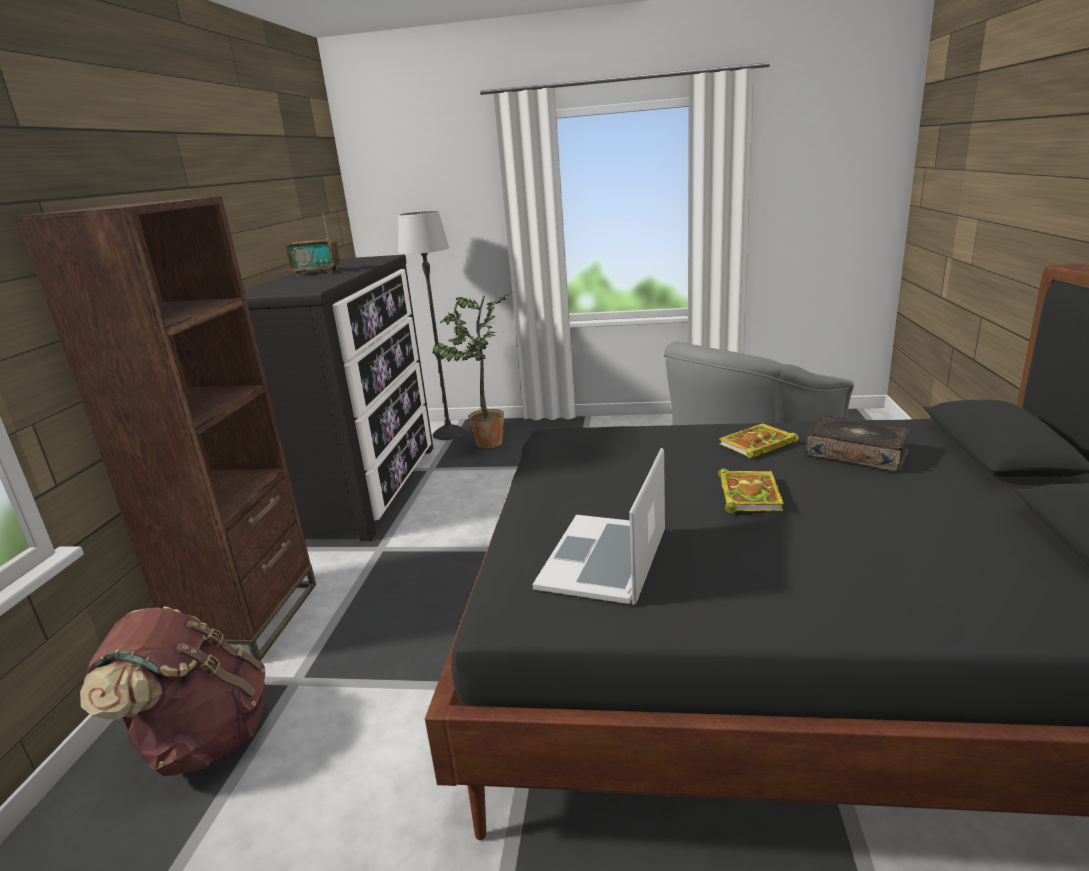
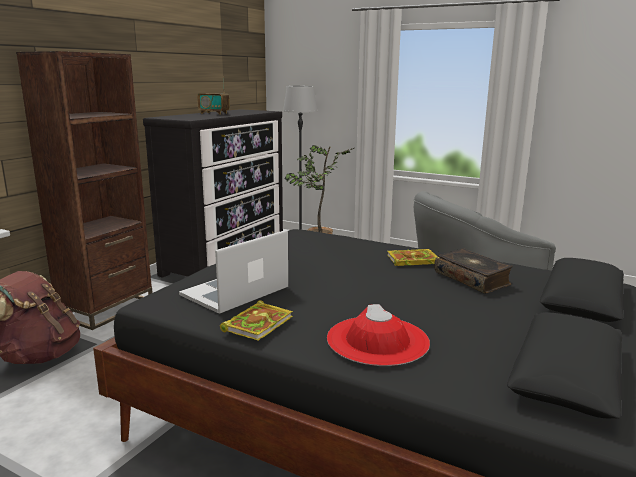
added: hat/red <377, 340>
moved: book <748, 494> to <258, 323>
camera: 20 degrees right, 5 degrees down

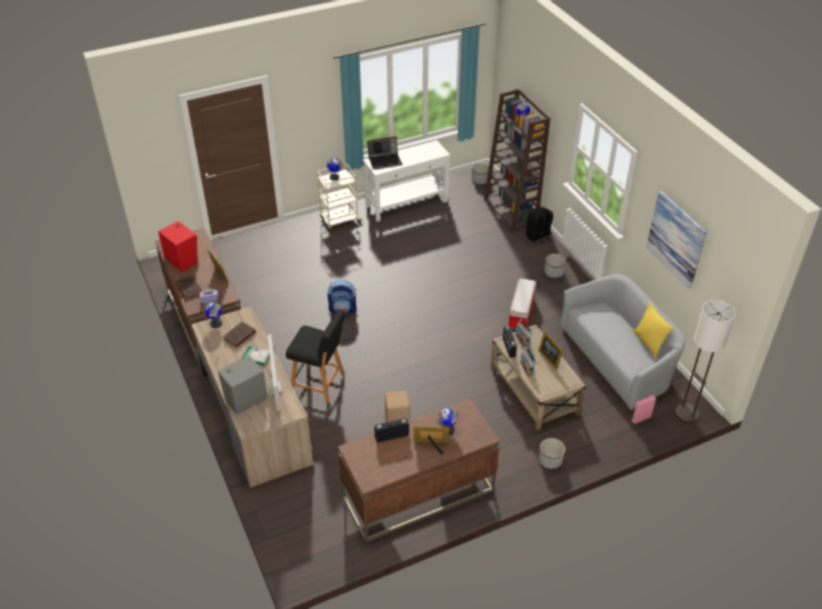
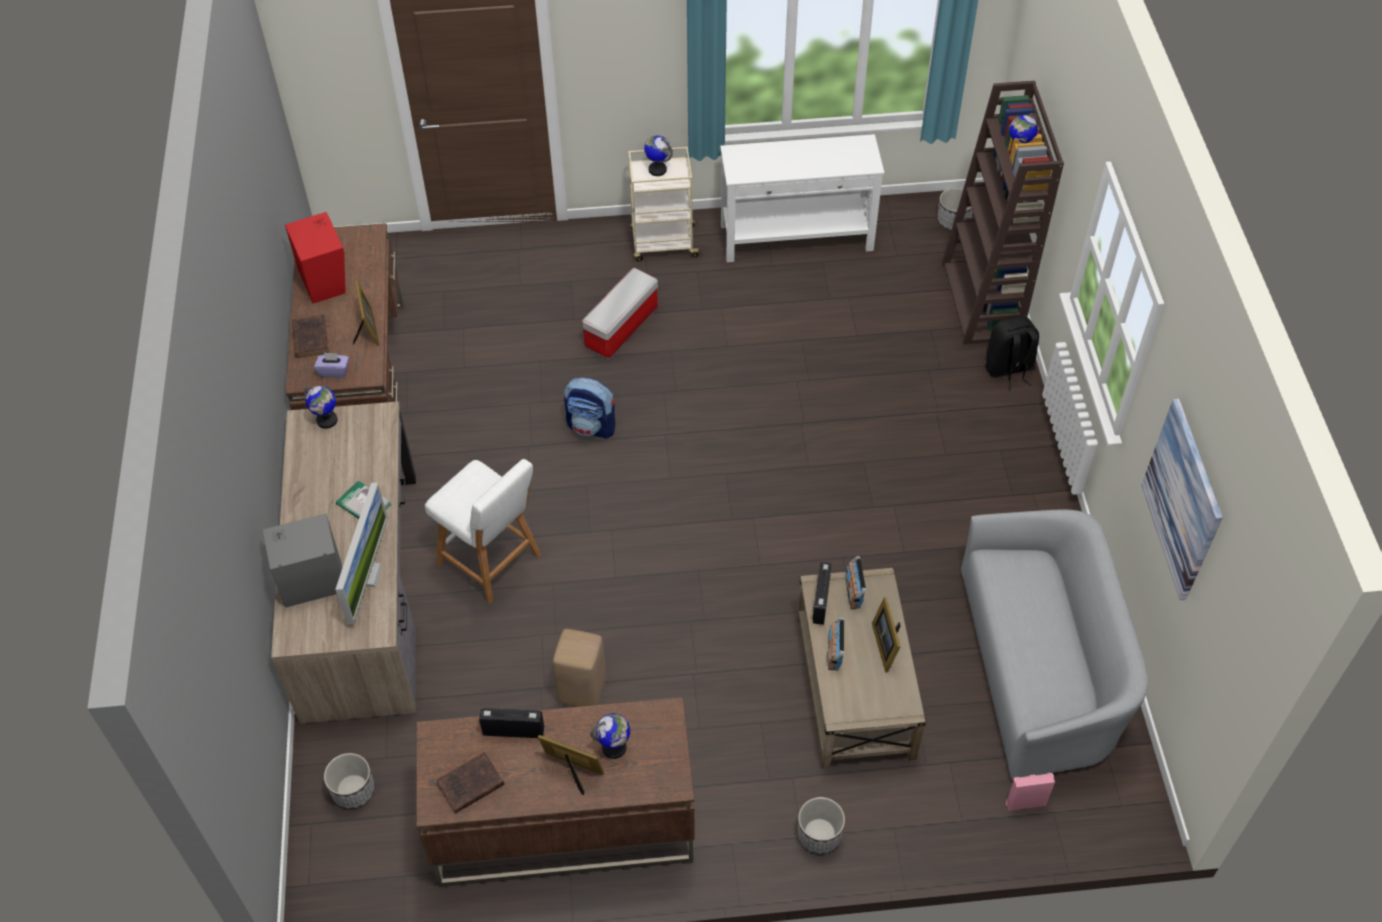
removed: laptop <385, 160>; pillow/yellow <648, 343>; floor lamp <687, 413>
moved: book/brown <239, 336> to <469, 785>; storage box <521, 313> to <621, 328>; planter <553, 273> to <353, 790>
recoloured: stool/black <320, 384> to stool/white <492, 562>
camera: 20 degrees right, 10 degrees up

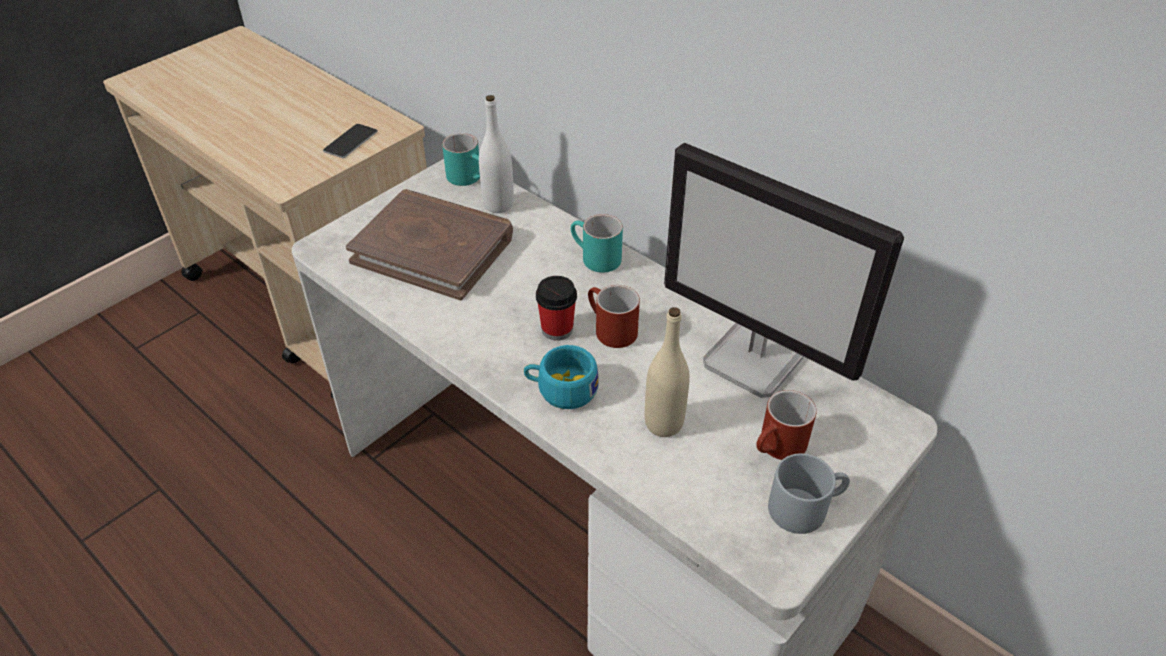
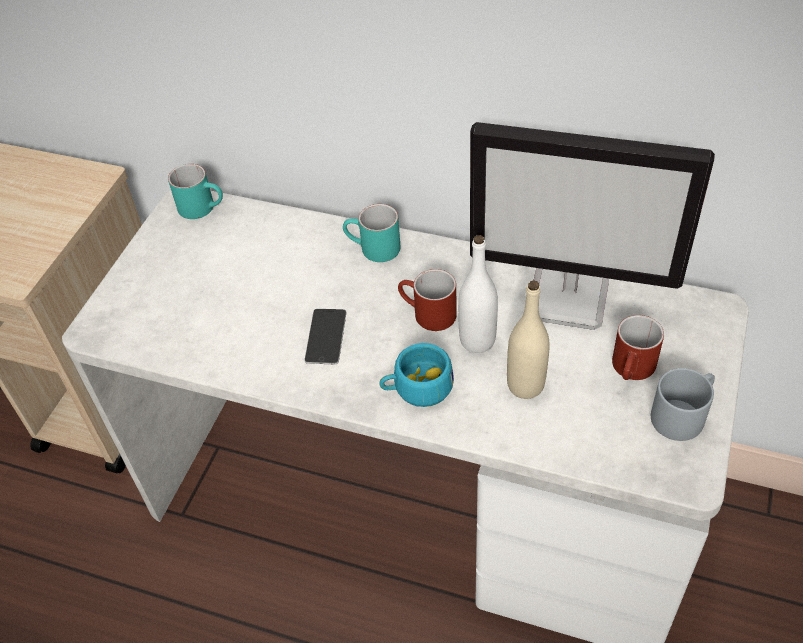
removed: book/brown <433, 248>; cup <557, 329>
moved: phone <350, 141> to <326, 336>; bottle/white <498, 205> to <477, 340>
camera: 20 degrees left, 5 degrees up

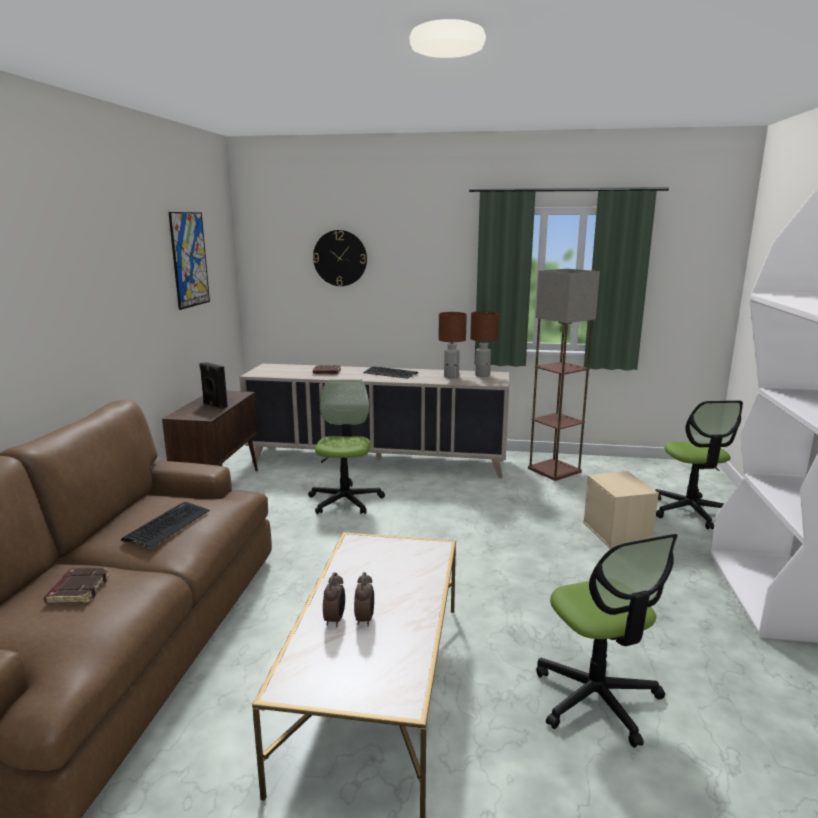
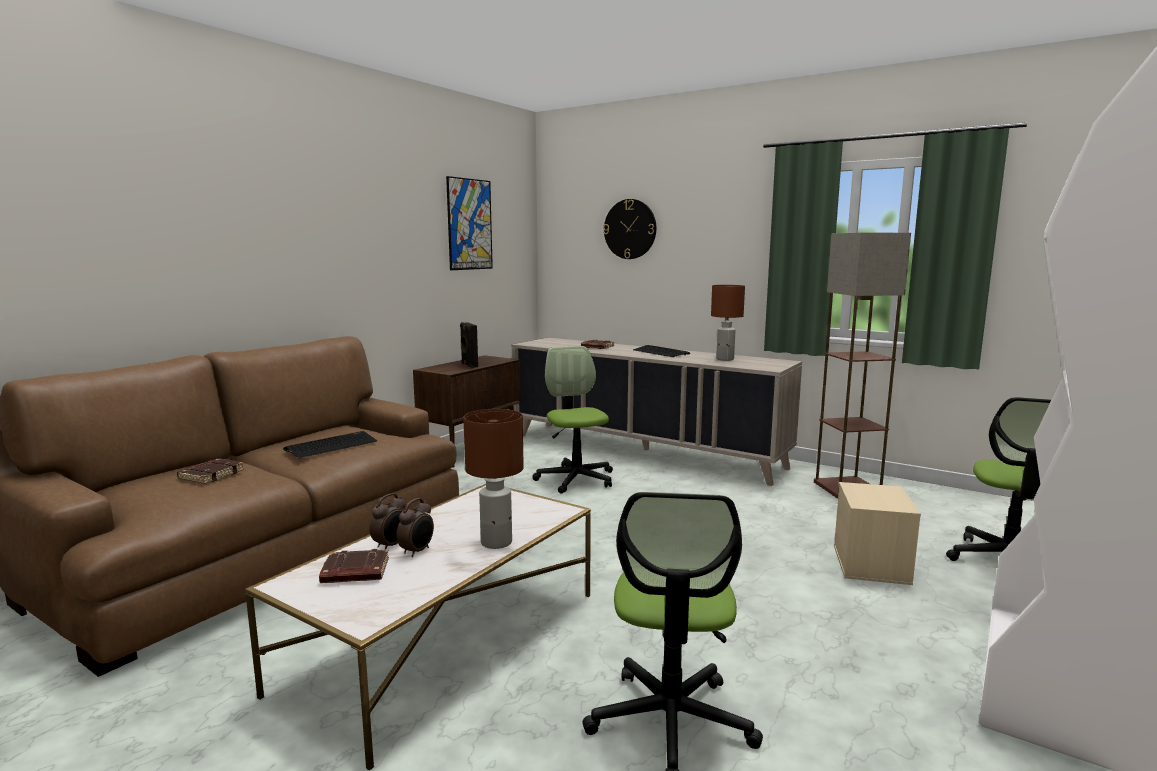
added: book/brown <354, 572>
moved: table lamp/brown <482, 375> to <496, 542>
turned: office chair <345, 500> = <576, 479> 45 degrees counterclockwise
camera: 25 degrees right, 5 degrees down

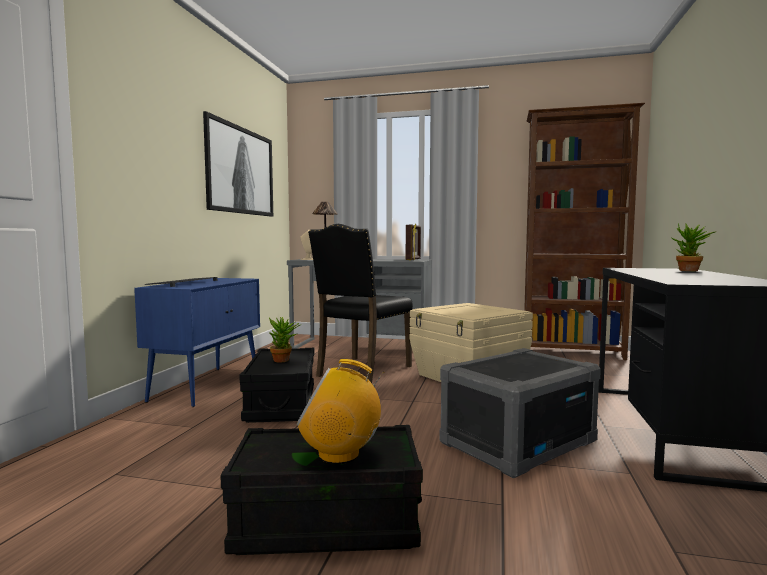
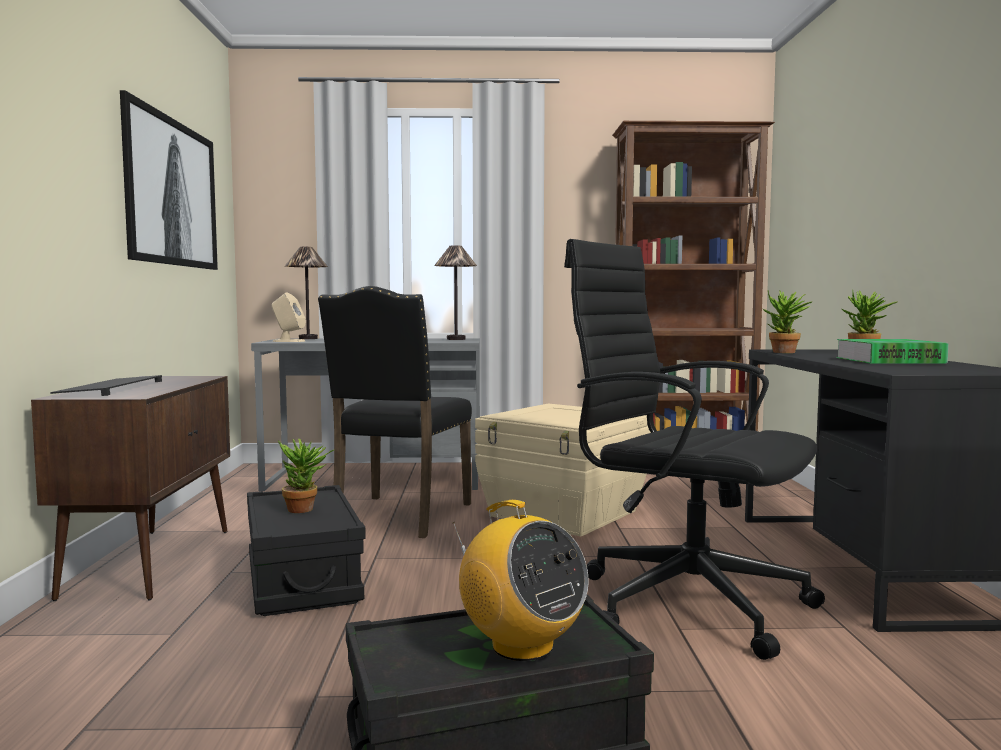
added: potted plant <784, 352>; book <889, 360>
replaced: picture frame <413, 259> to table lamp <455, 339>; storage box/grey <517, 442> to office chair/black <685, 601>
recoloured: cabinet/blue <207, 385> to cabinet/brown <151, 561>
turned: radio <339, 454> = <521, 646> 120 degrees counterclockwise
camera: 15 degrees left, 0 degrees up

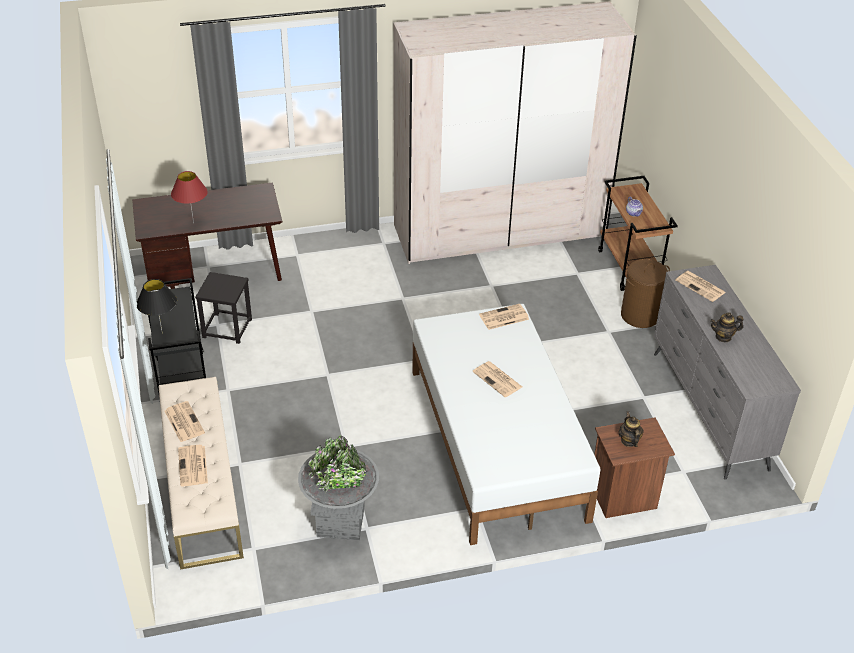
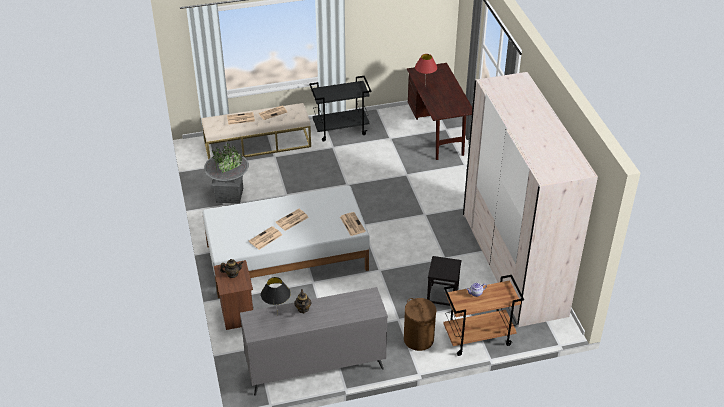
moved: table lamp/black <162, 333> to <277, 315>; stool/black <227, 328> to <442, 295>; newspaper <701, 286> to <265, 238>
camera: 90 degrees right, 0 degrees up

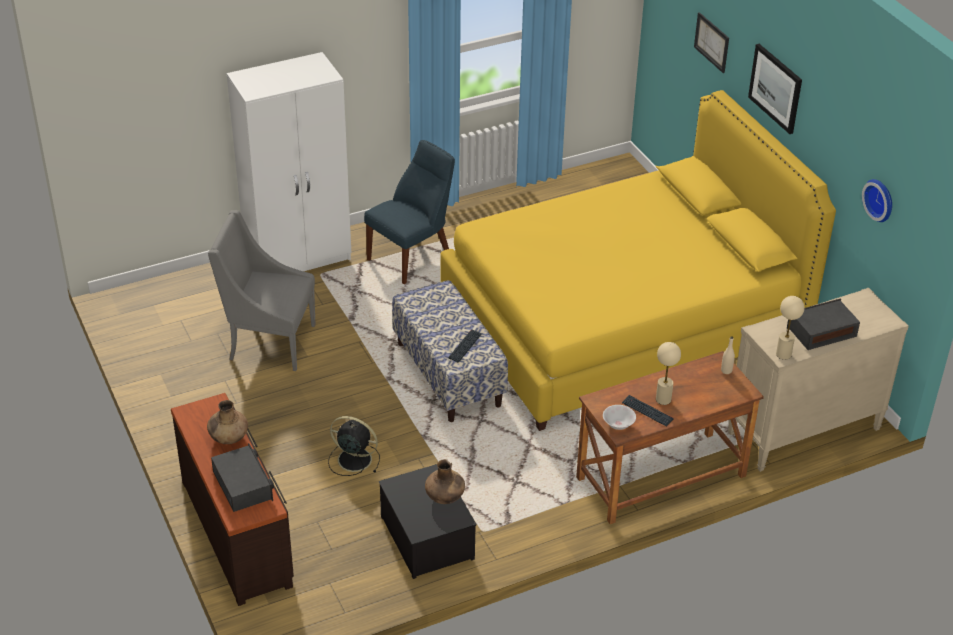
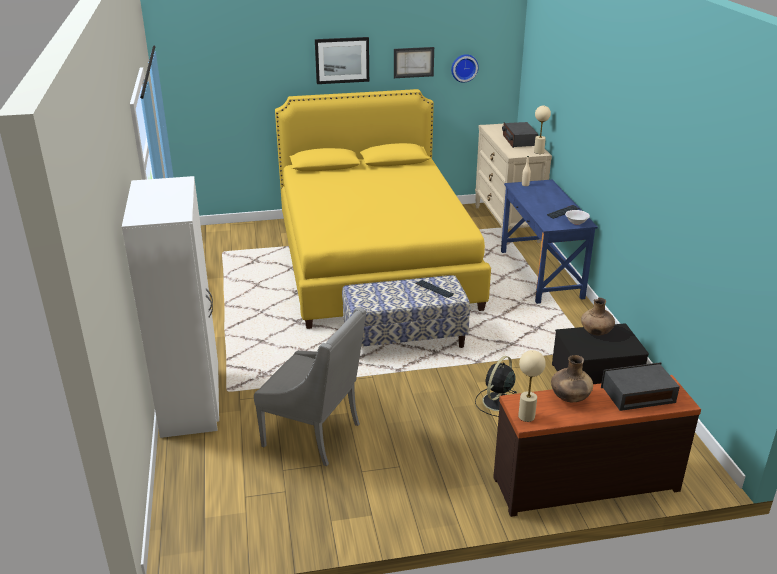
removed: chair/blue <412, 256>
moved: table lamp/beige <663, 399> to <526, 416>; picture <712, 42> to <413, 62>
recoloured: desk/brown <661, 477> to desk/blue <541, 274>
turned: armchair/grey <269, 342> = <315, 435> 90 degrees counterclockwise
camera: 75 degrees left, 10 degrees down

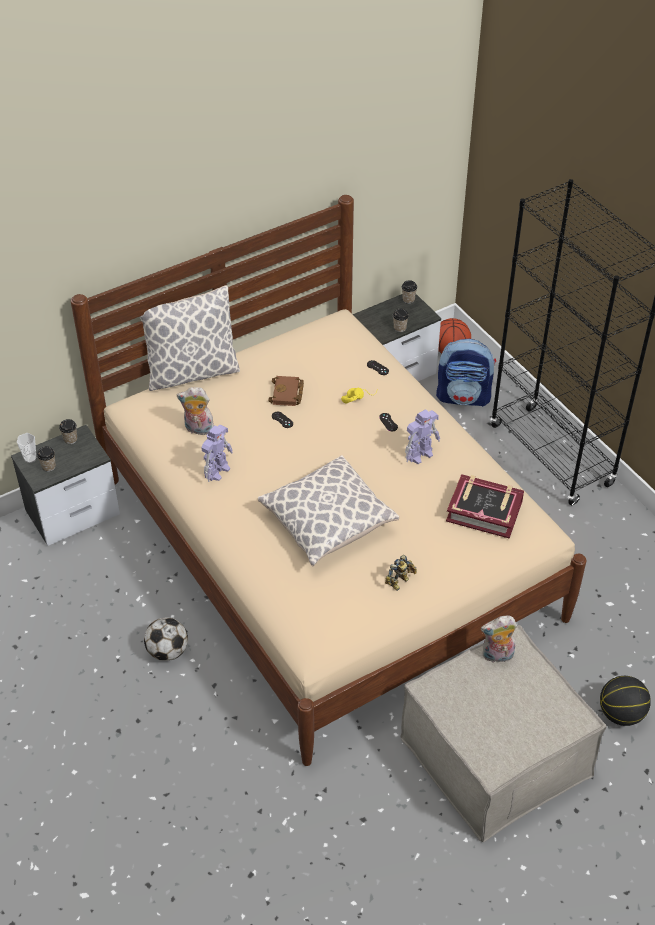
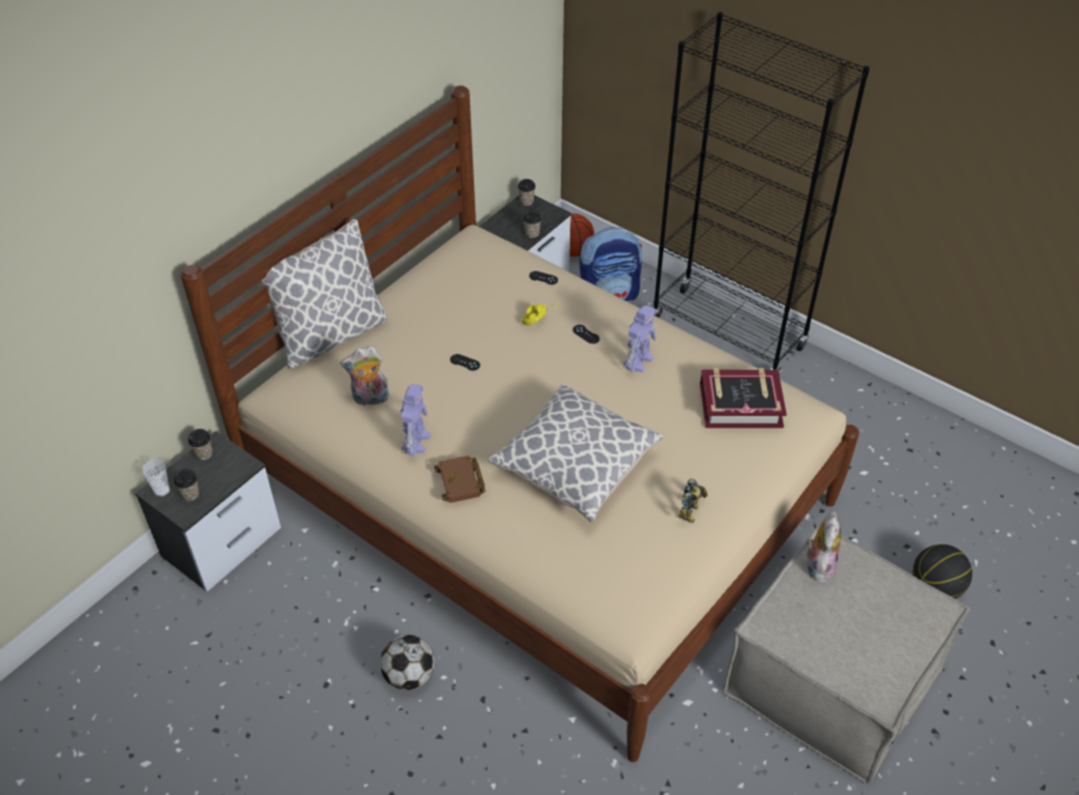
moved: book/brown <287, 394> to <462, 482>
turned: plush toy <497, 656> = <818, 565> 135 degrees clockwise
camera: 20 degrees left, 0 degrees up

